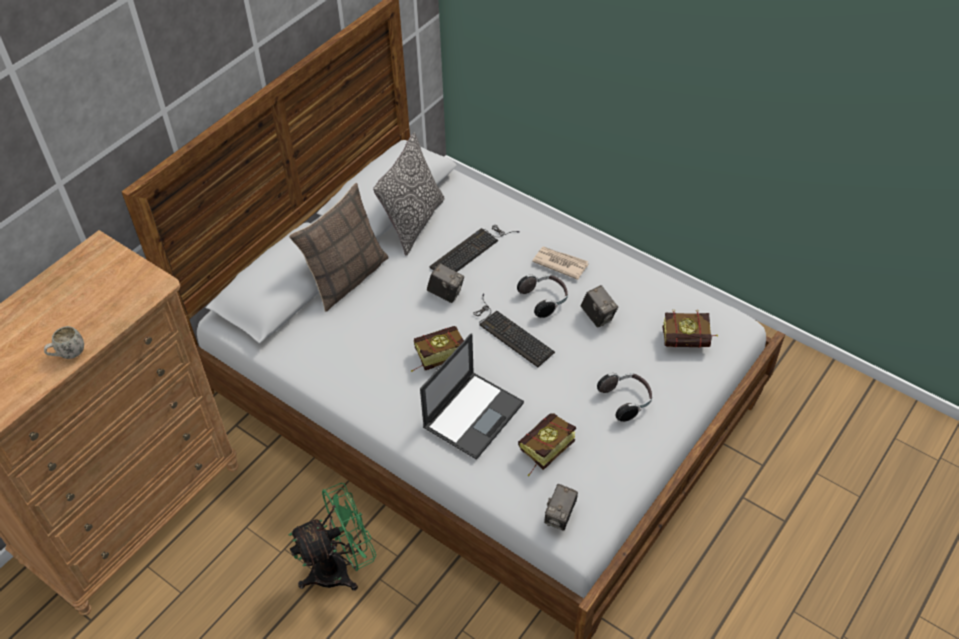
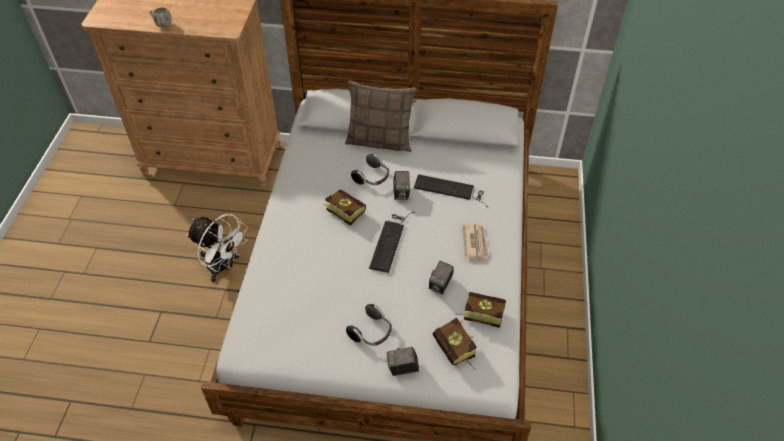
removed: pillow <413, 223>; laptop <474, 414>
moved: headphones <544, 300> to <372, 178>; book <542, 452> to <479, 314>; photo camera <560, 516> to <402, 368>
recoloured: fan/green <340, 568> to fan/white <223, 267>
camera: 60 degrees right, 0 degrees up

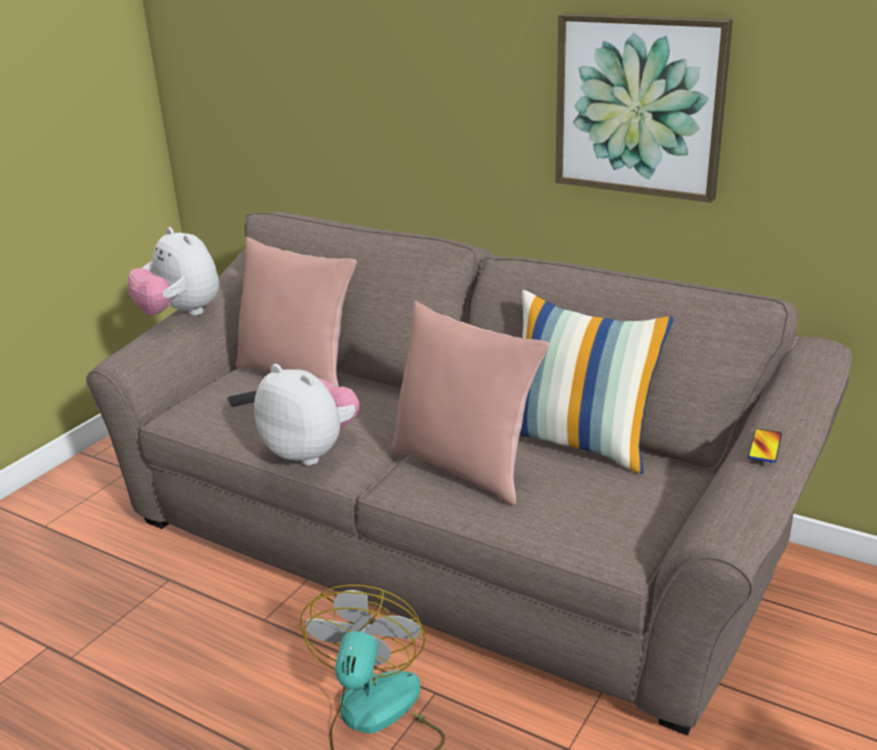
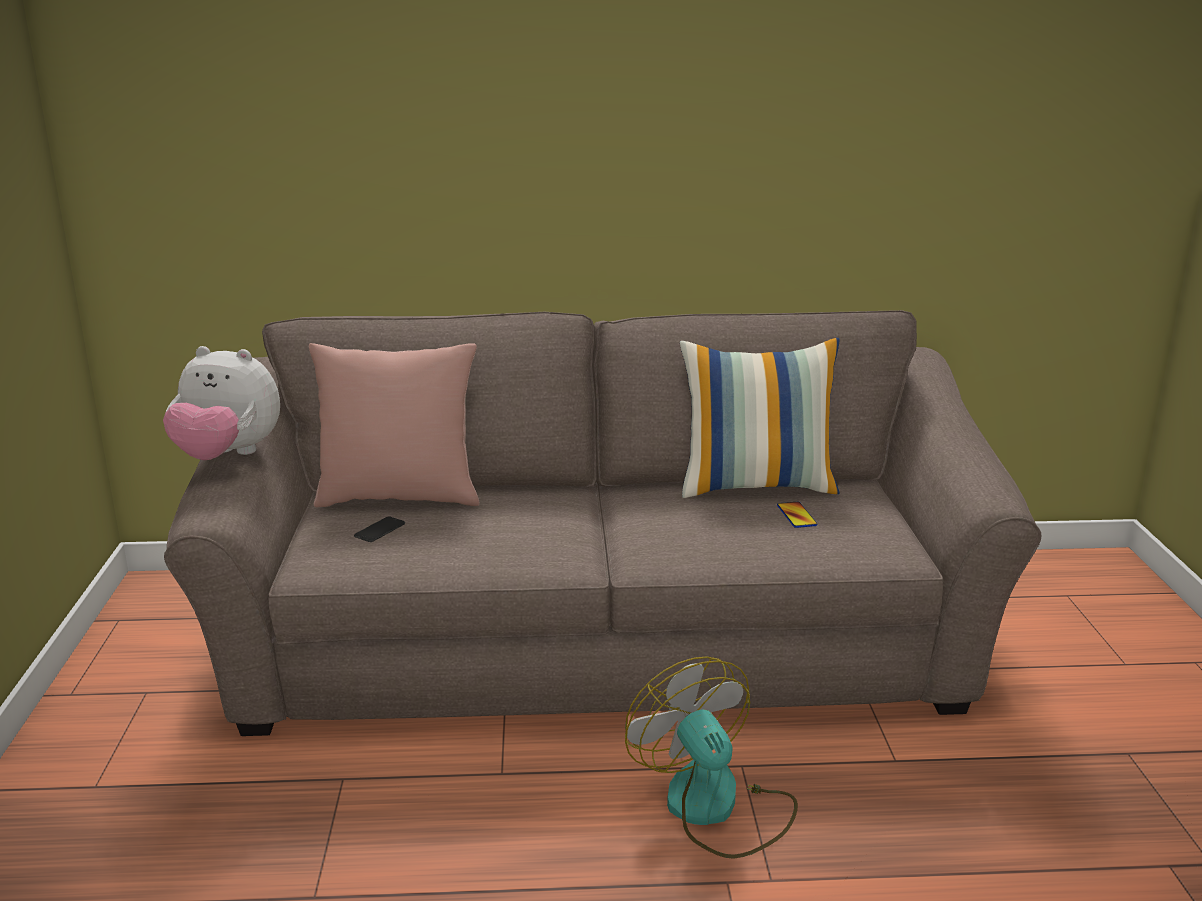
removed: plush toy <311, 451>; pillow/pink <464, 466>; picture <639, 105>
moved: phone <765, 446> to <796, 516>
camera: 35 degrees left, 5 degrees down

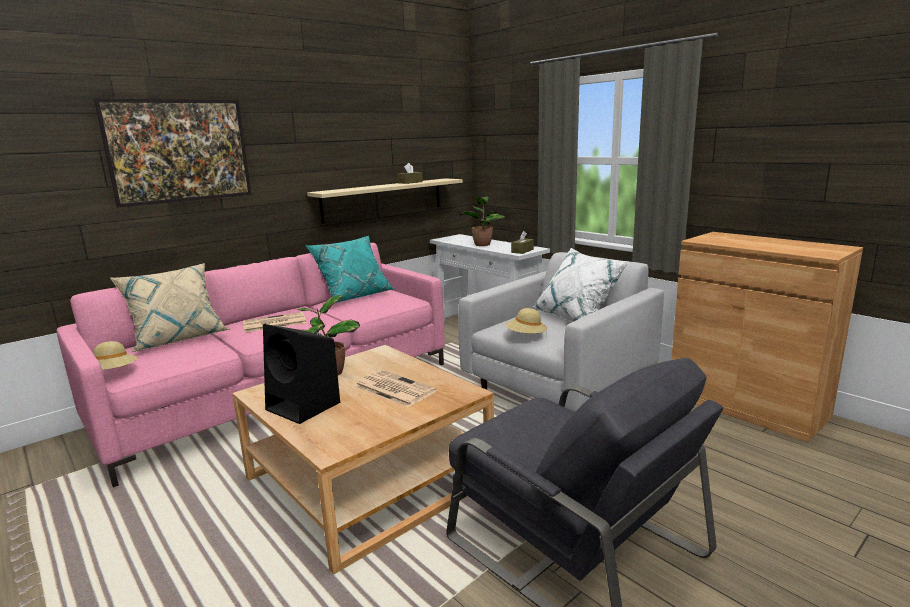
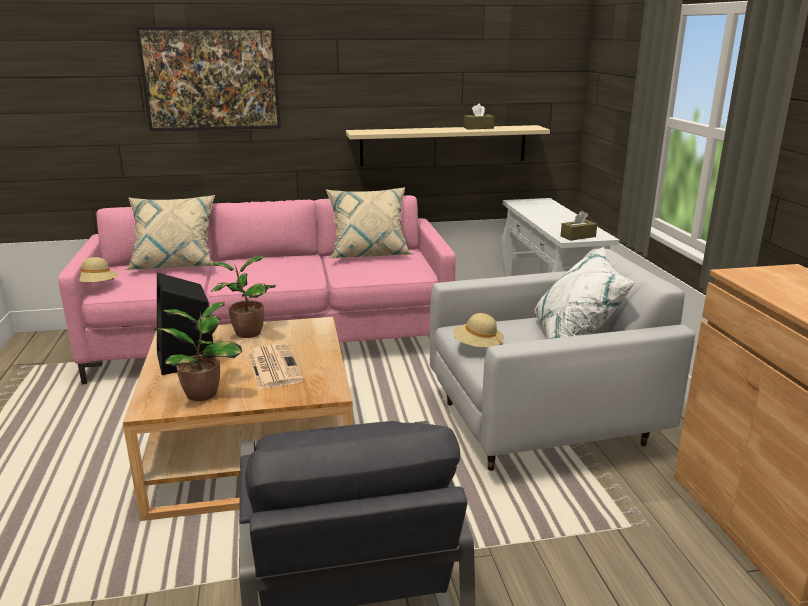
removed: newspaper <273, 323>
moved: potted plant <482, 244> to <204, 392>
recoloured: pillow/turquoise <353, 296> to pillow/beige <369, 254>
camera: 30 degrees right, 5 degrees up

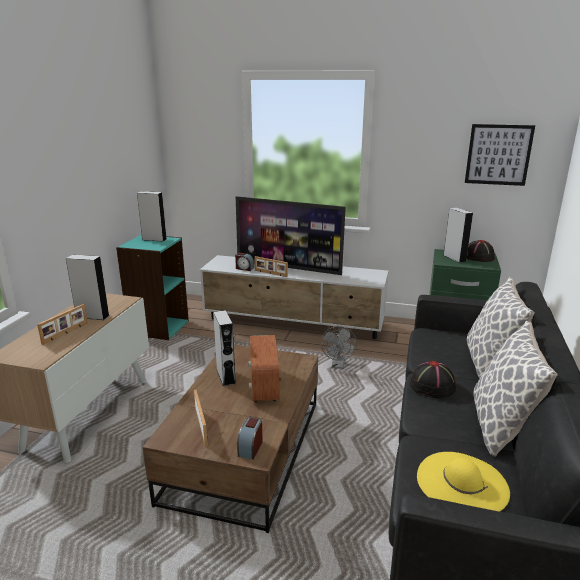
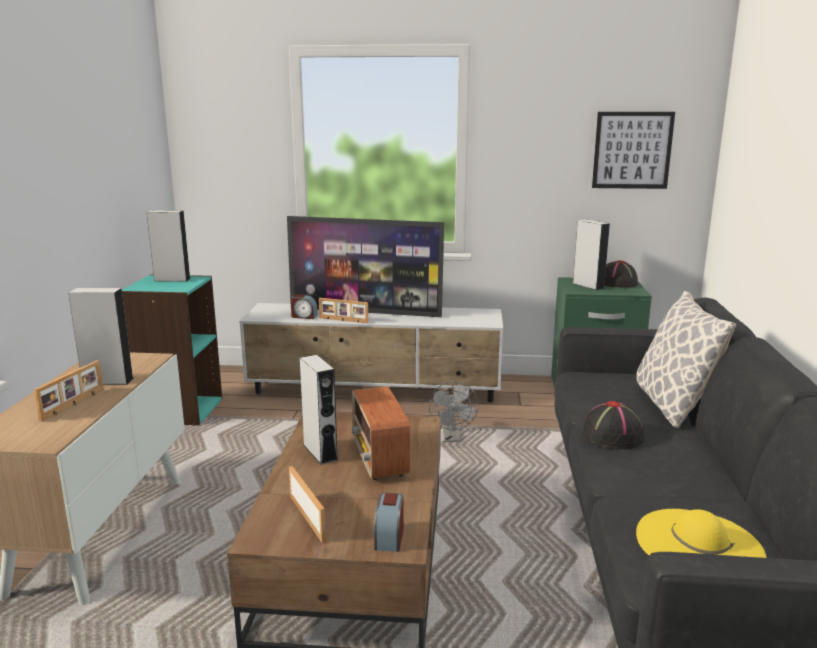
removed: pillow <501, 426>
camera: 10 degrees left, 5 degrees down

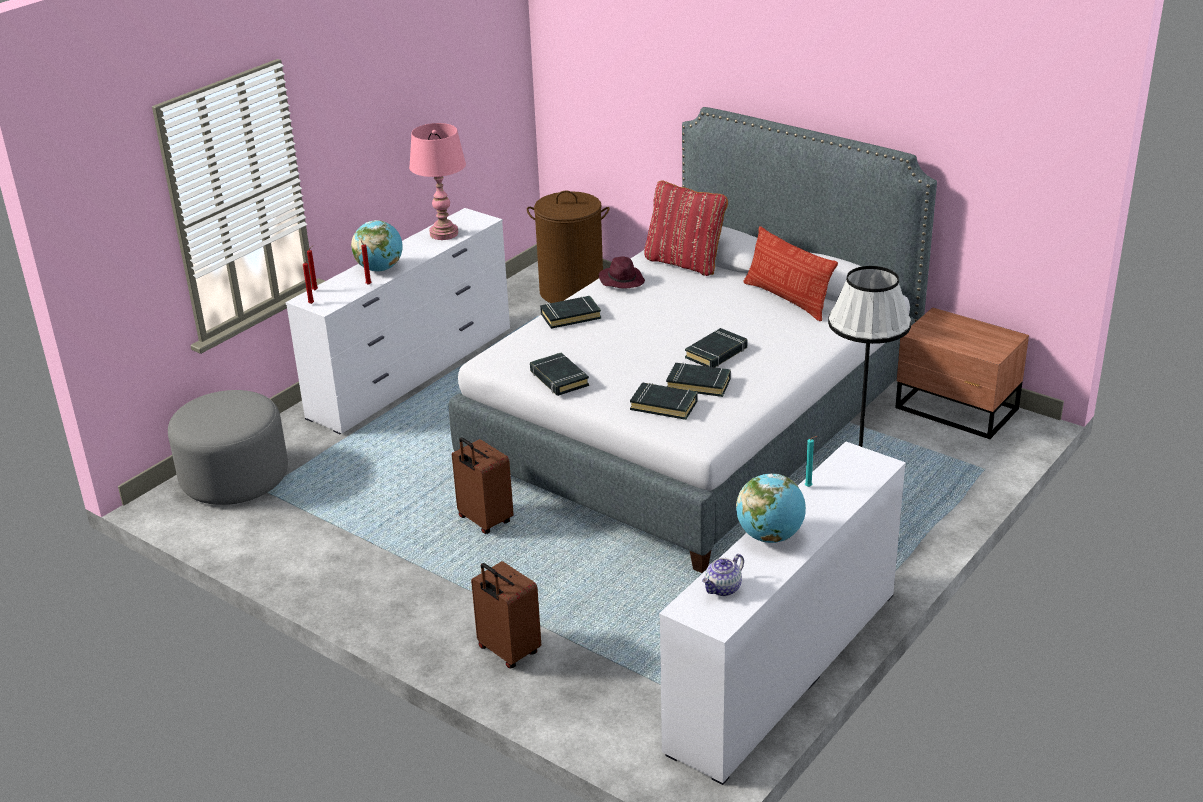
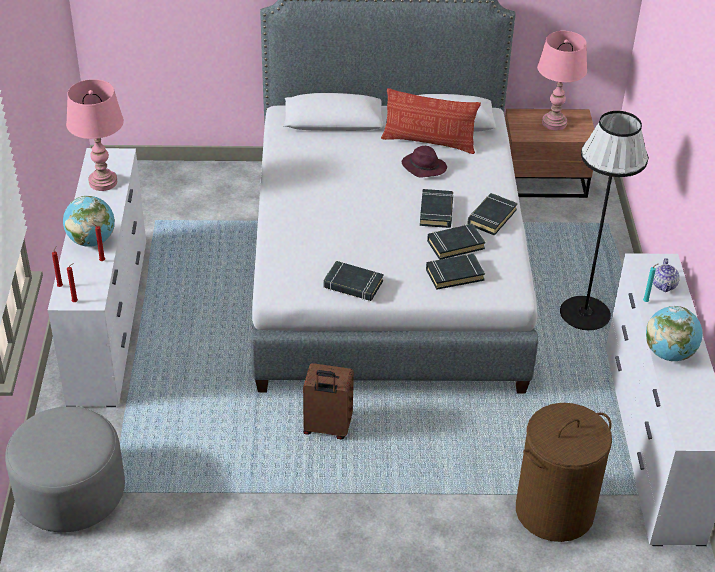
removed: suitcase/brown <507, 651>; pillow/red <685, 262>
added: table lamp/pink <554, 123>
moved: laundry basket/brown <571, 291> to <554, 510>; book/black <570, 316> to <491, 217>; hat/purple <621, 280> to <423, 167>; teapot <723, 589> to <664, 285>
camera: 40 degrees left, 10 degrees up

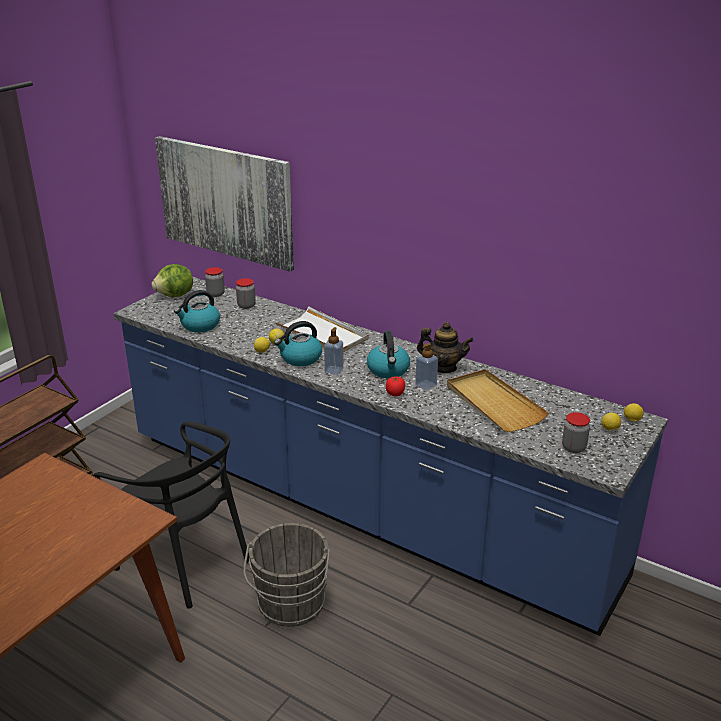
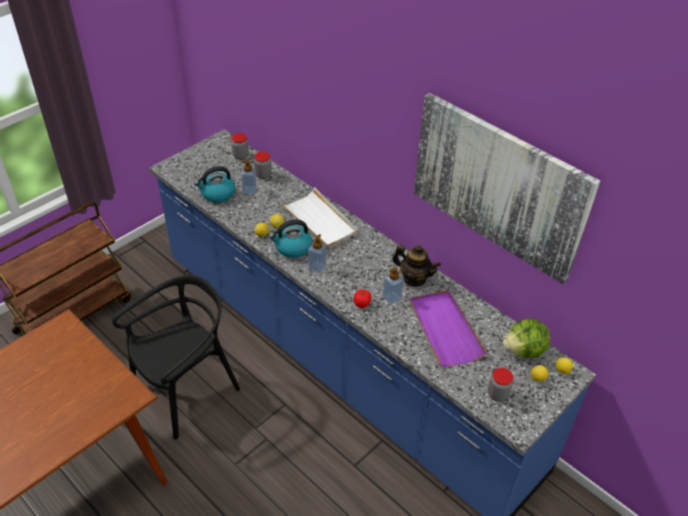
removed: bucket/grey <290, 606>; kettle <388, 370>
added: soap dispenser <249, 190>
moved: lettuce <175, 296> to <524, 351>; picture <225, 201> to <498, 186>
recoloured: tray/beige <493, 403> to tray/purple <444, 329>
turned: chair/black <185, 561> = <186, 390> 90 degrees counterclockwise
camera: 10 degrees right, 15 degrees up

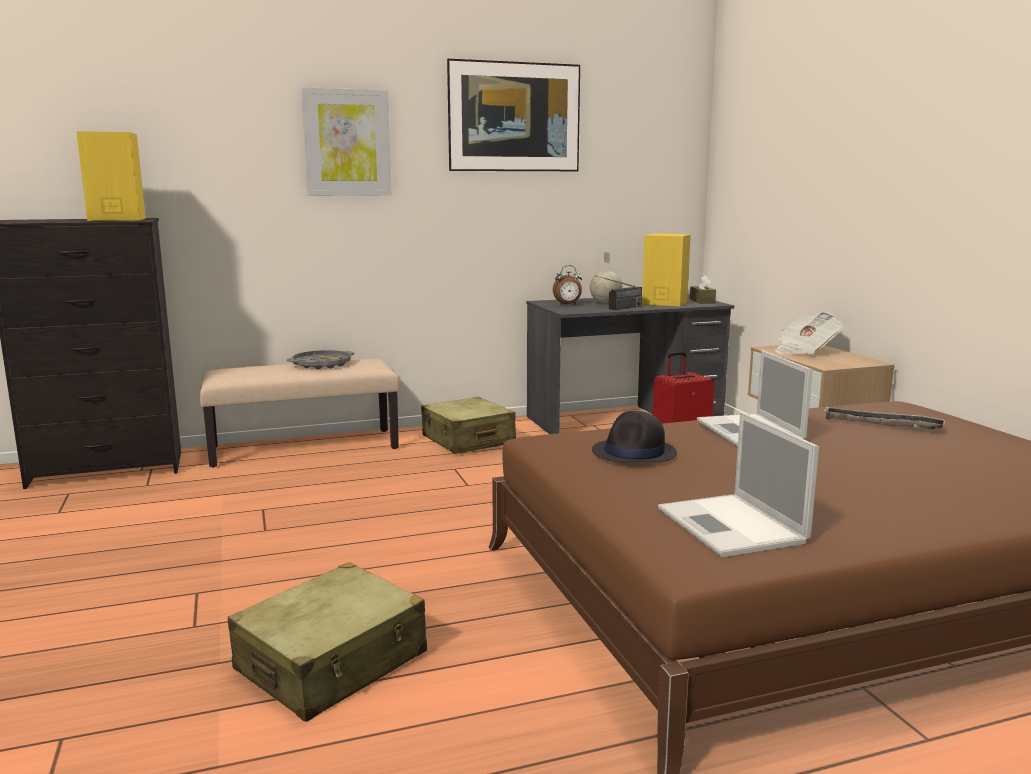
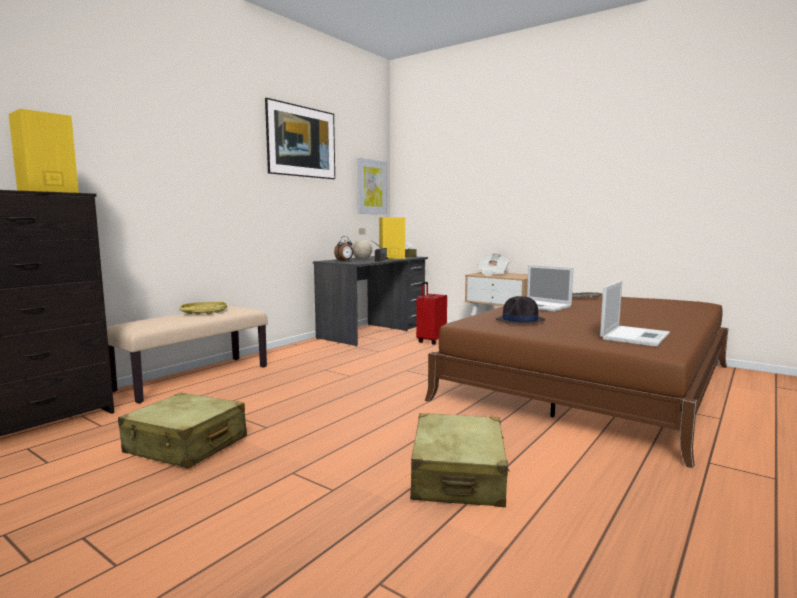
moved: picture <347, 143> to <371, 187>; suitcase/beige <468, 440> to <186, 445>
recoloured: tray/grey <321, 364> to tray/yellow <203, 312>
turned: laptop <733, 527> = <635, 336> 90 degrees counterclockwise
camera: 35 degrees left, 5 degrees down

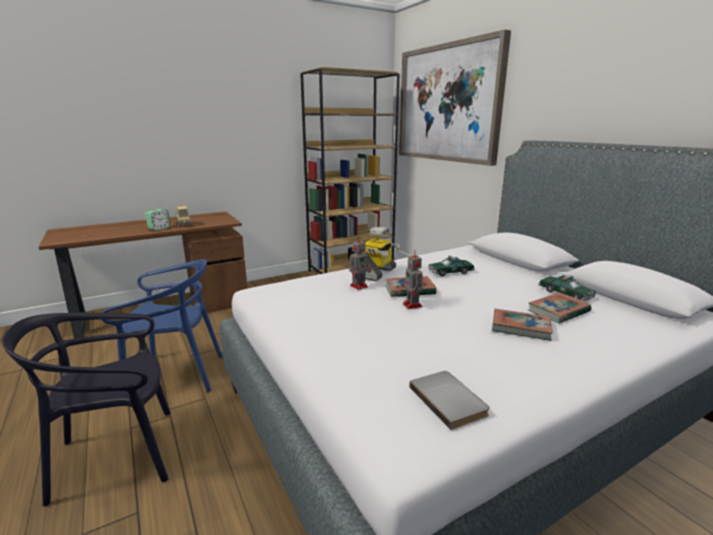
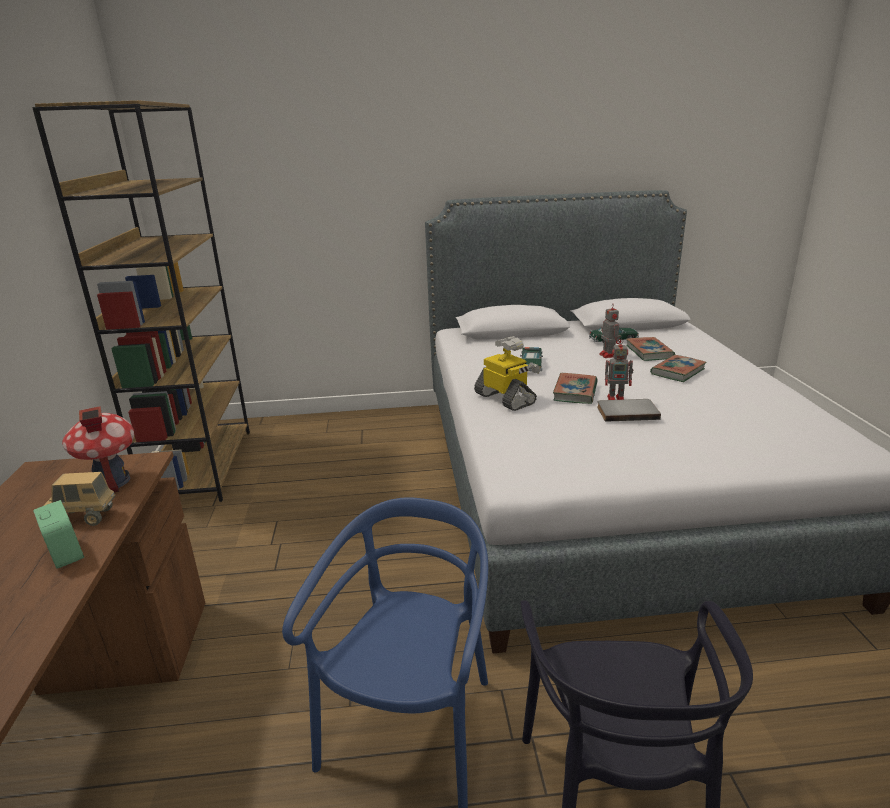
removed: picture <447, 103>
added: toy house <112, 482>
moved: toy robot <359, 286> to <608, 355>; book/grey <450, 400> to <627, 412>
camera: 65 degrees left, 5 degrees up

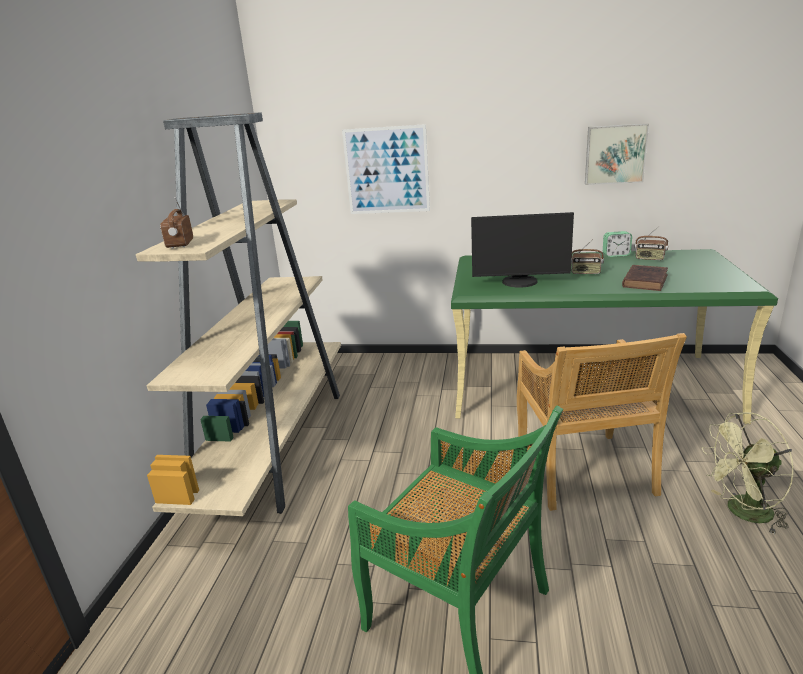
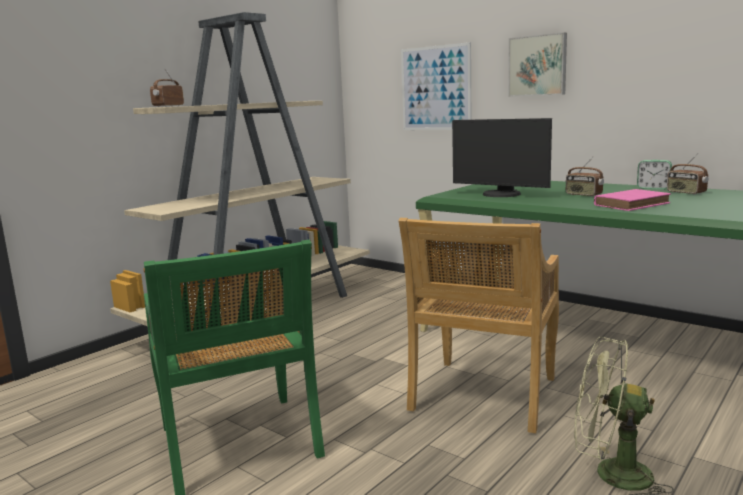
moved: picture <615, 154> to <538, 65>
recoloured: book/brown <645, 280> to book/pink <633, 204>
camera: 30 degrees right, 10 degrees down

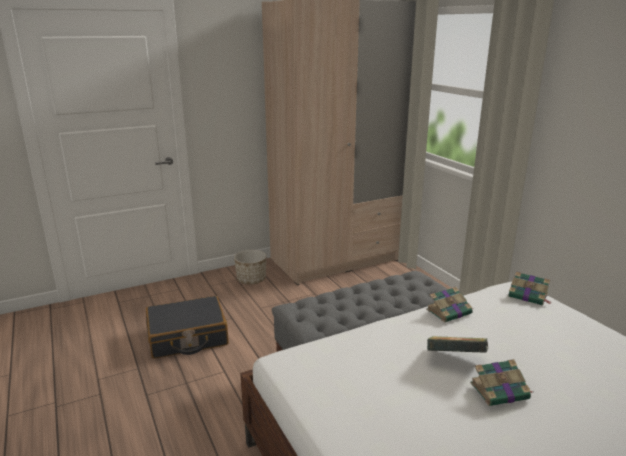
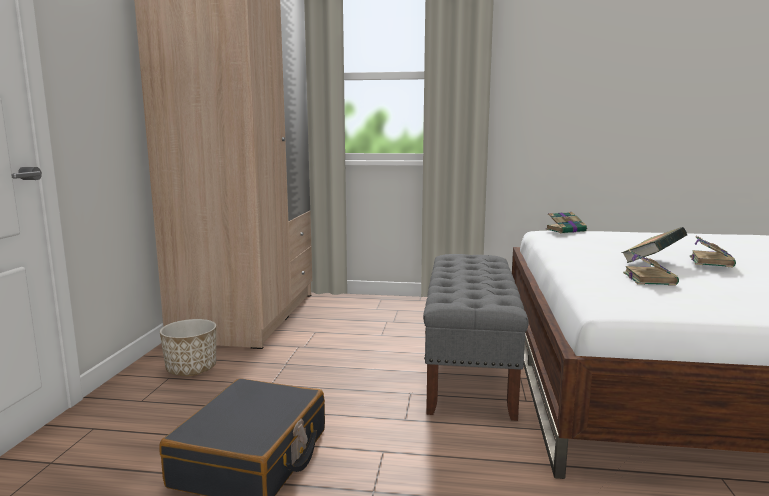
moved: book <449, 311> to <648, 278>
camera: 55 degrees left, 10 degrees down

